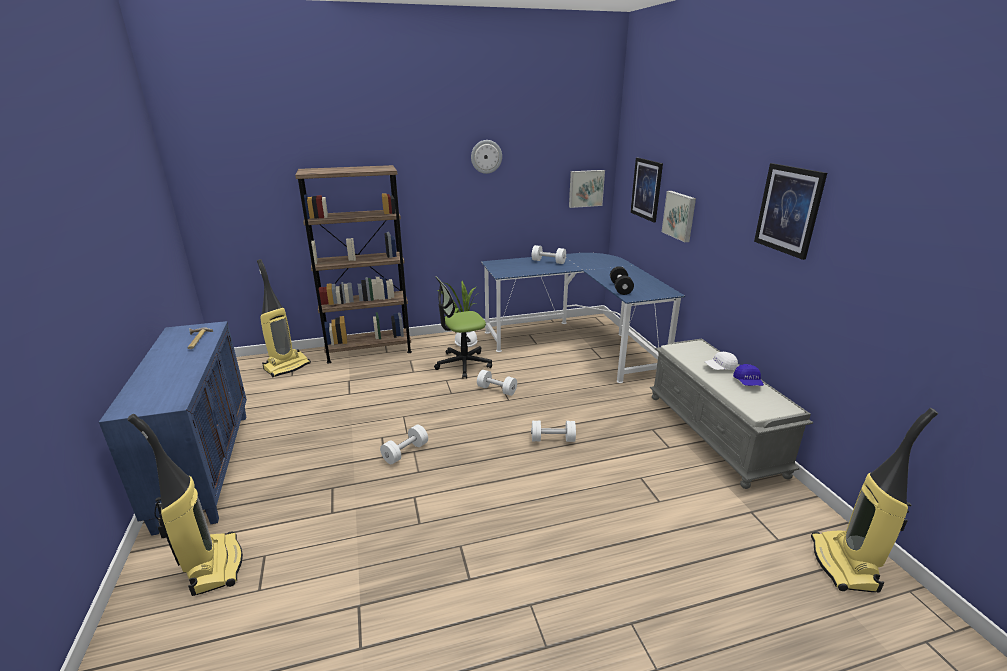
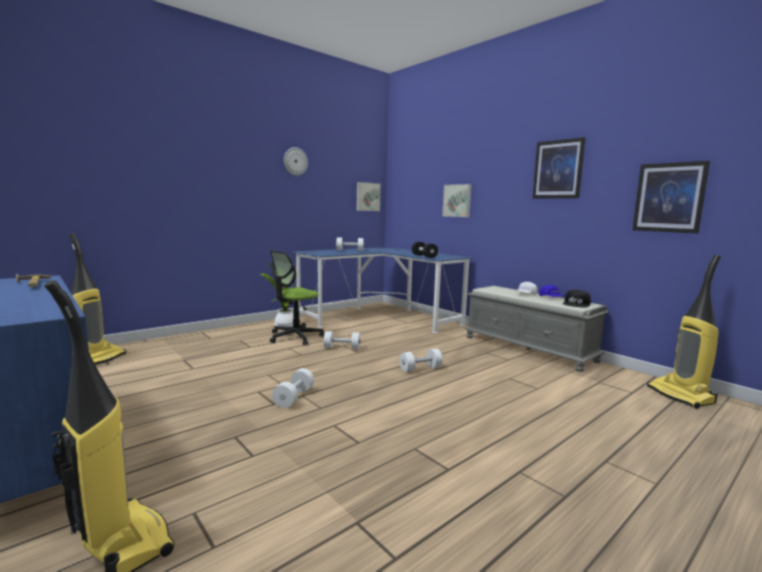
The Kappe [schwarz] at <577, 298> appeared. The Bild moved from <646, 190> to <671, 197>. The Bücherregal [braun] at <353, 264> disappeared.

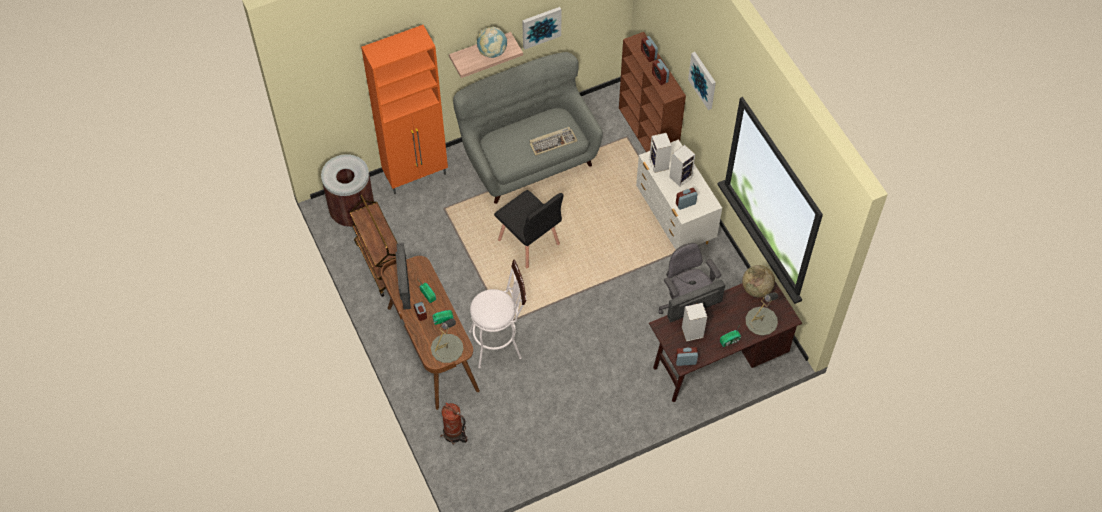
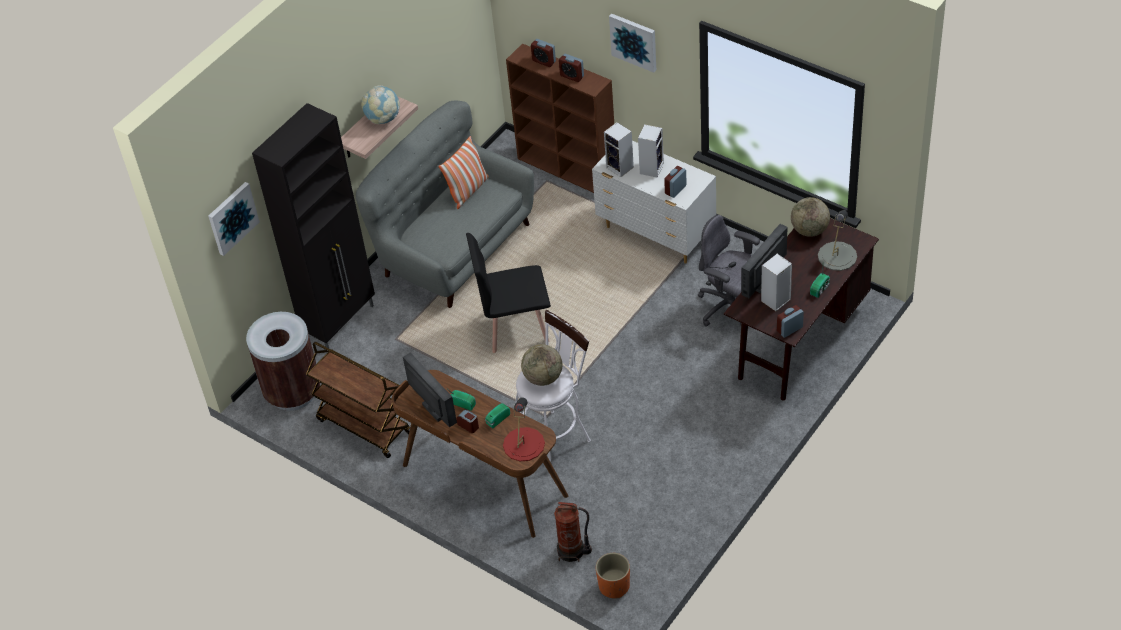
The Bild moved from <541, 28> to <234, 219>. The Schrank [orange] at <404, 109> became the Schrank [schwarz] at <313, 225>. The Kissen at <464, 172> appeared. The Stuhl [schwarz] at <529, 229> turned 150 degrees clockwise. The Tischlampe [grau] at <447, 340> became the Tischlampe [rot] at <524, 429>. The Globus at <541, 365> appeared. The Pflanzkübel [orange] at <613, 576> appeared. The Tastatur at <553, 141> disappeared.

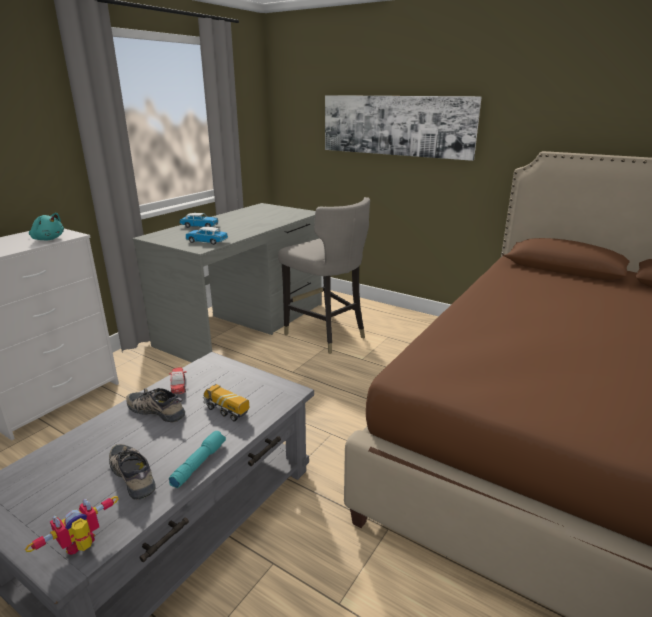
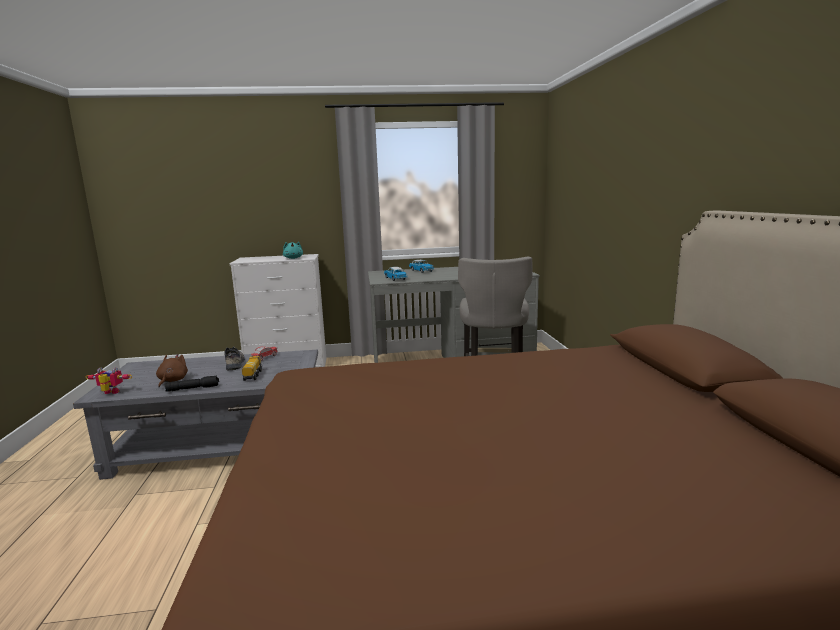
The Schuh at <132, 472> was replaced by the Plüschtier [braun] at <172, 371>. The Taschenlampe [türkis] at <197, 459> became the Taschenlampe [schwarz] at <191, 384>. The Bild at <403, 128> disappeared.

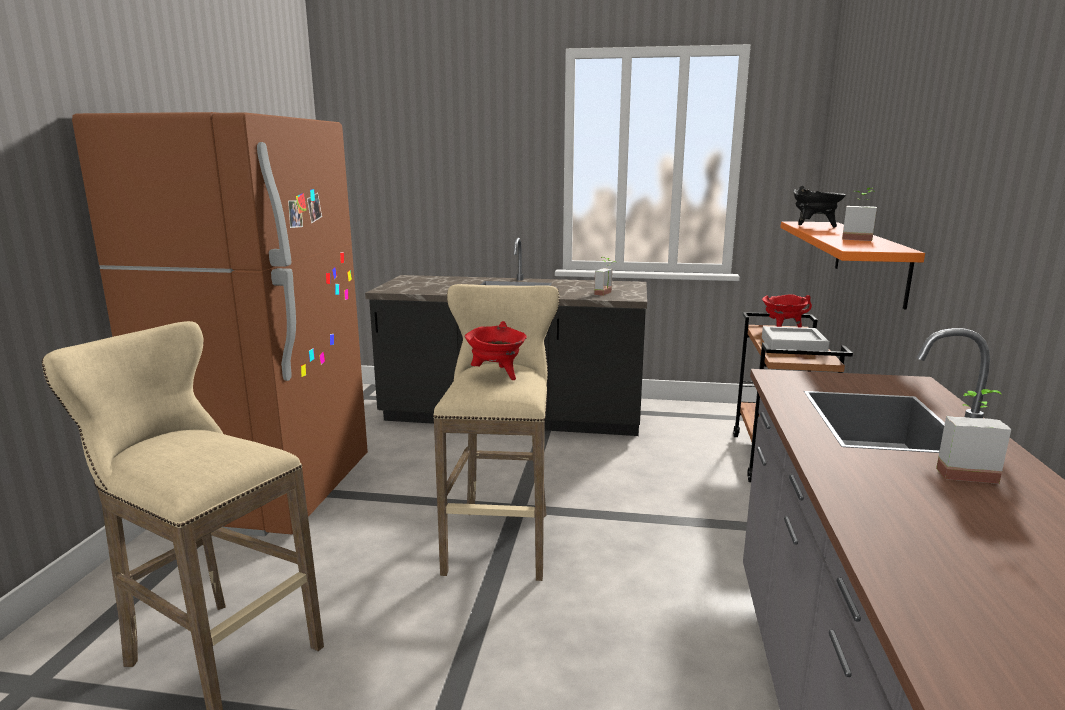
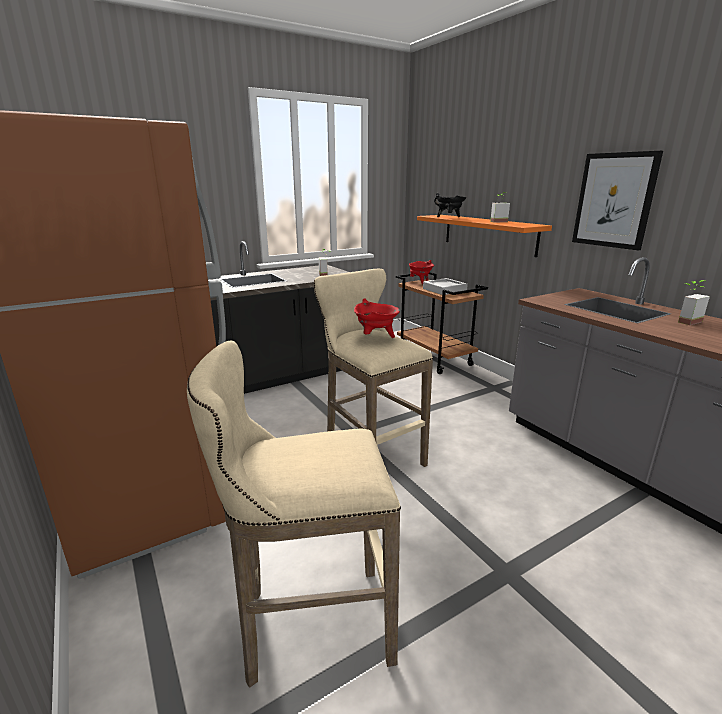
The Bild at <617, 200> appeared.

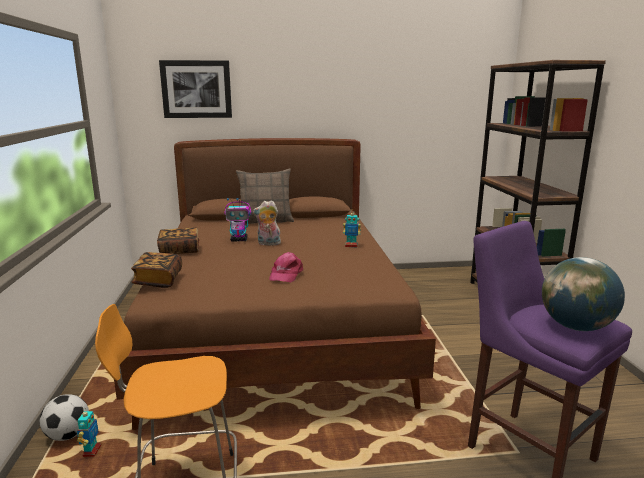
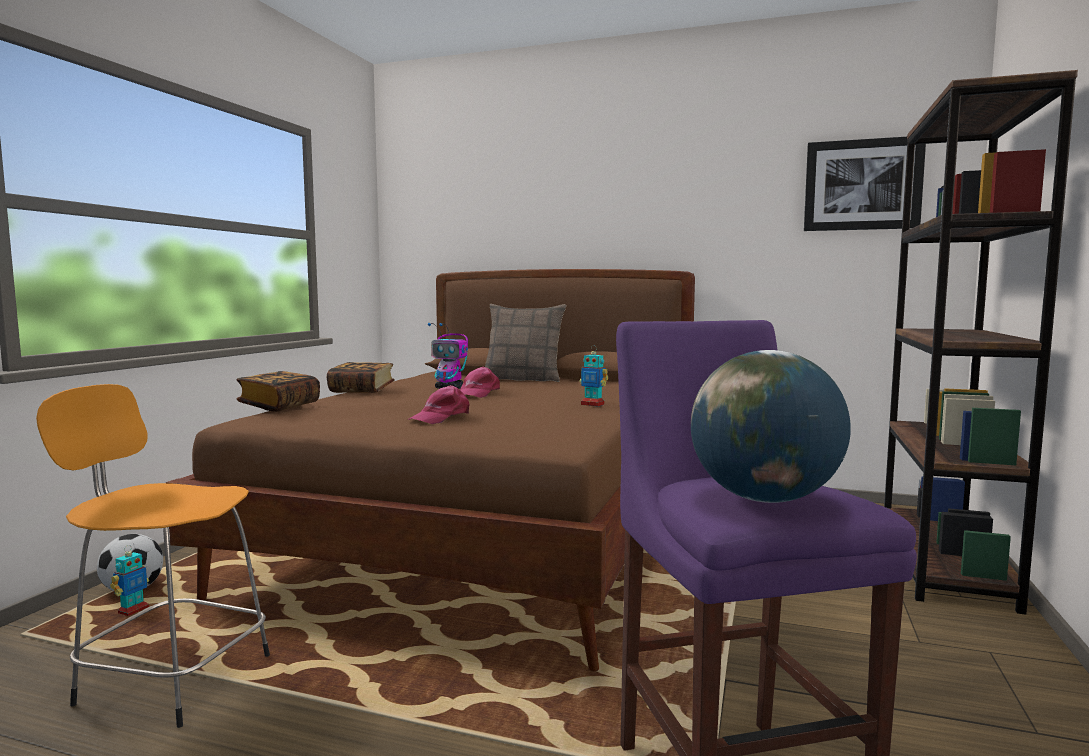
The Plüschtier at <267, 223> was replaced by the Kappe [rosa] at <480, 382>. The Bild moved from <195, 89> to <865, 184>.

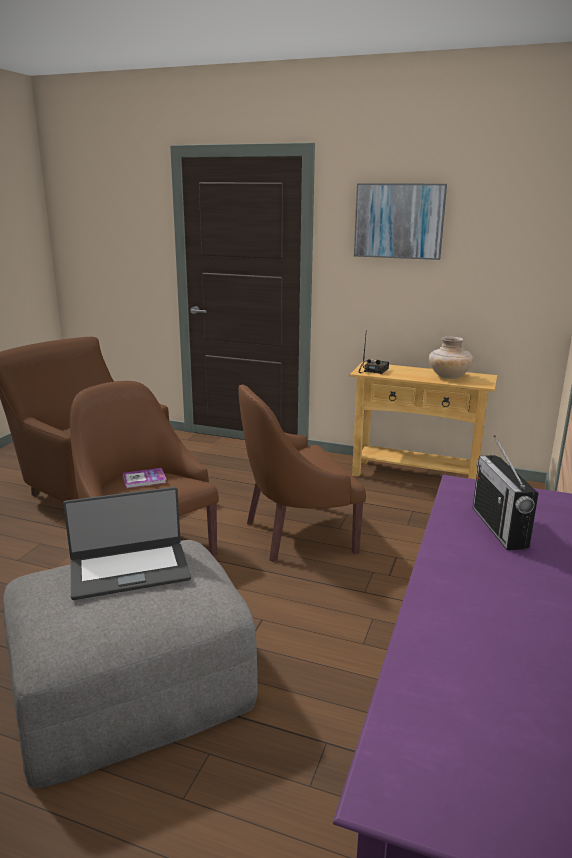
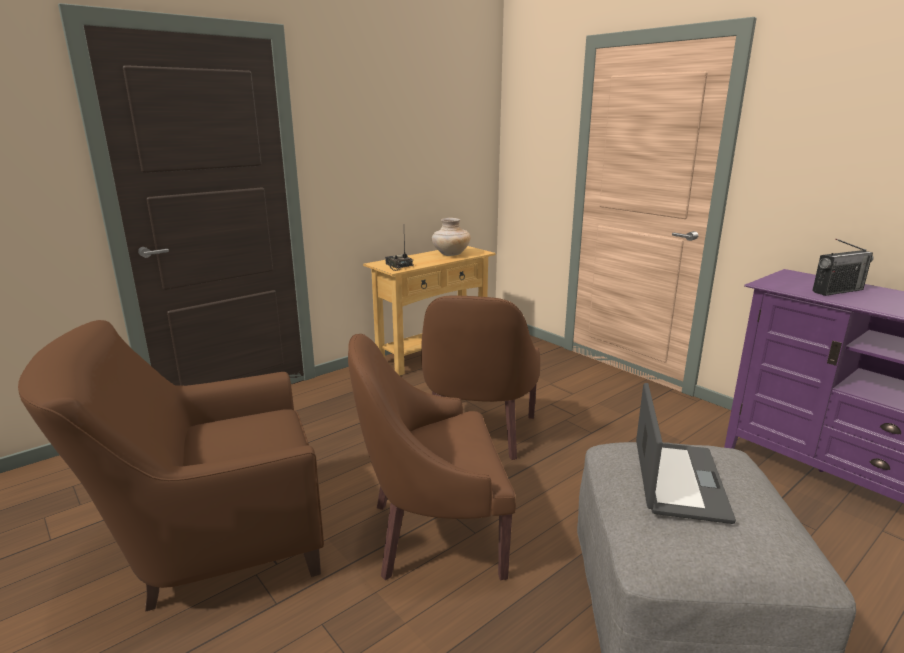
The Radio at <506, 492> turned 45 degrees counterclockwise. The Buch at <145, 478> disappeared. The Bild at <400, 221> disappeared.

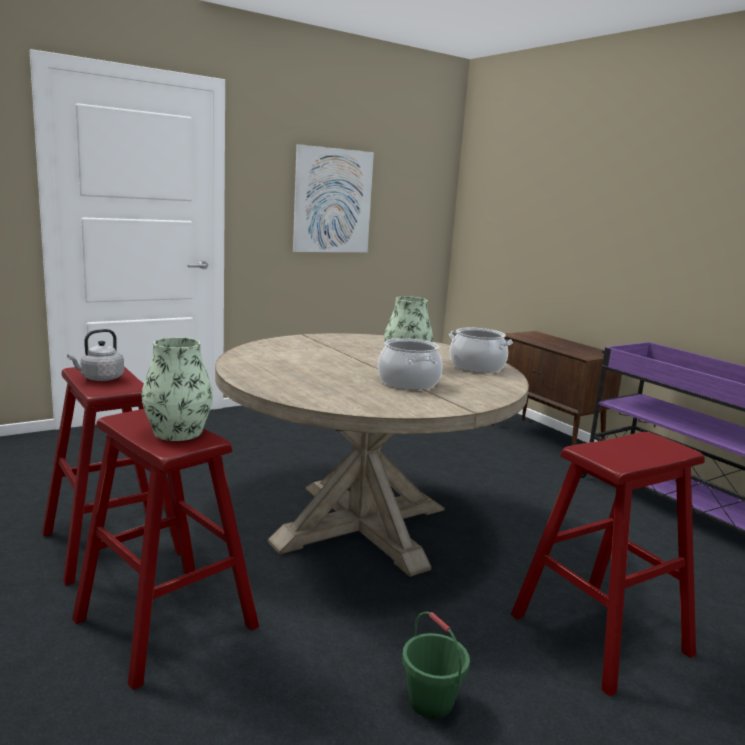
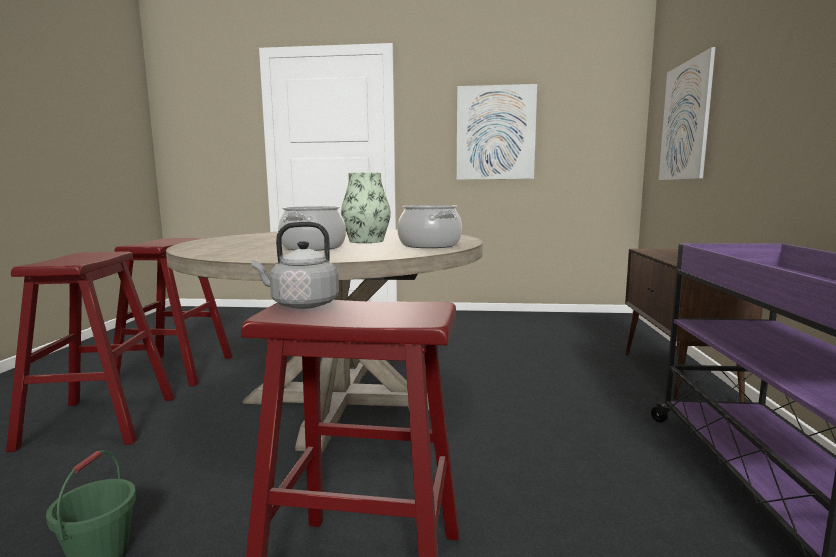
The Wasserkessel [grau] moved from <95, 355> to <295, 265>. The Bild at <687, 113> appeared. The Vase at <177, 389> disappeared.

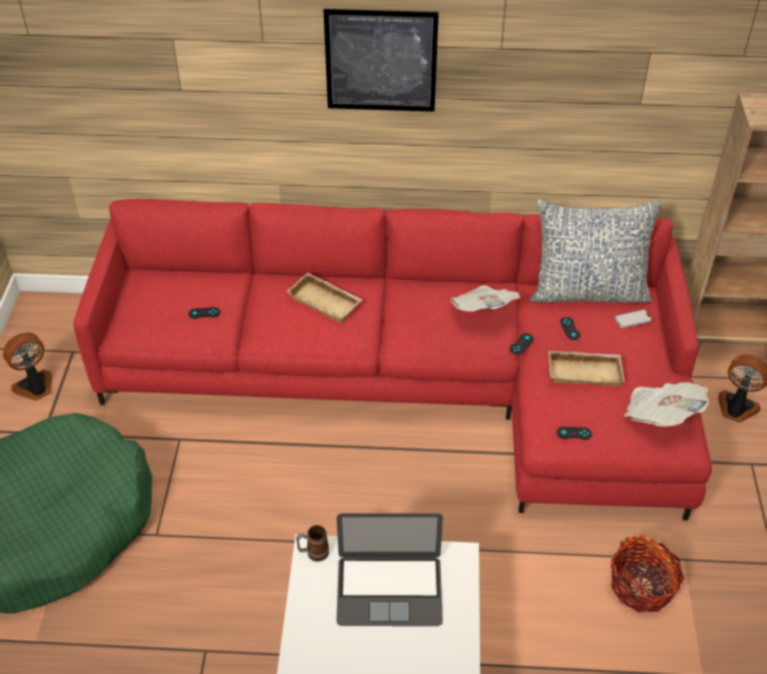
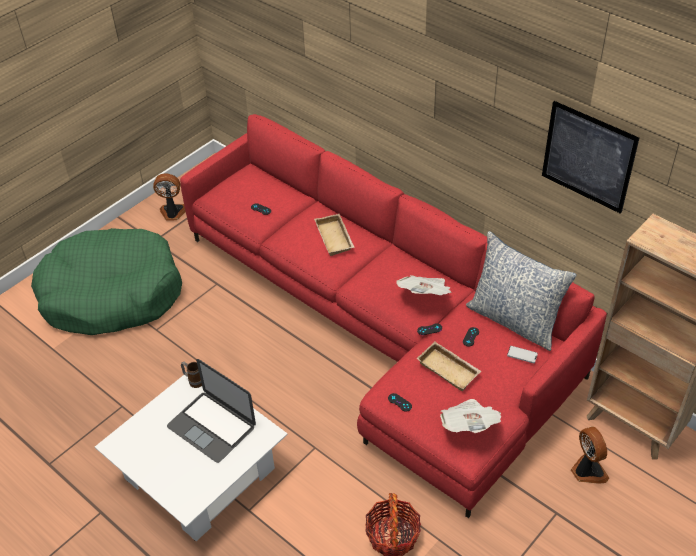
The Bild moved from <381, 60> to <590, 157>.

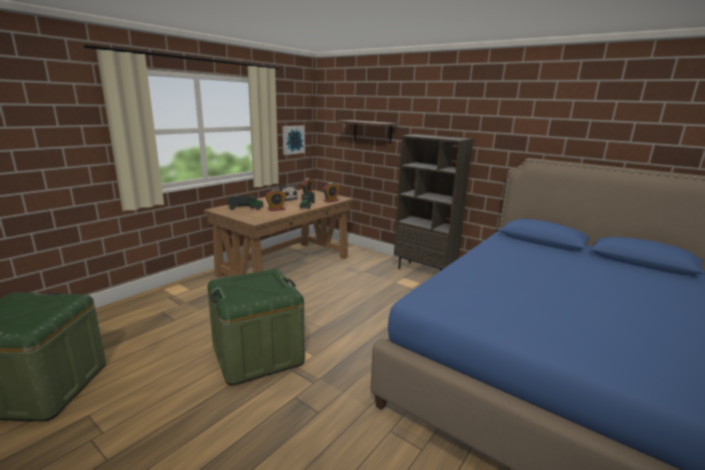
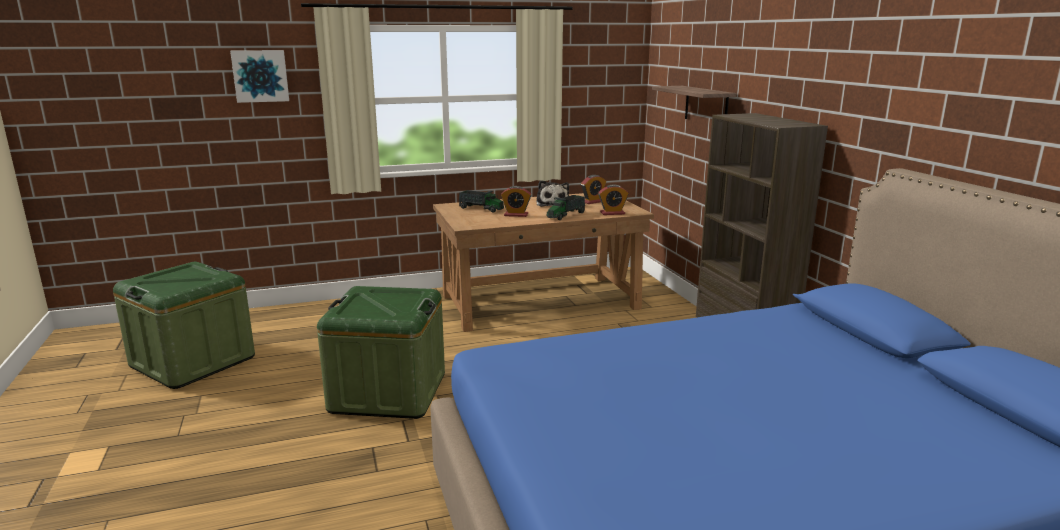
The Bild moved from <294, 140> to <259, 76>.

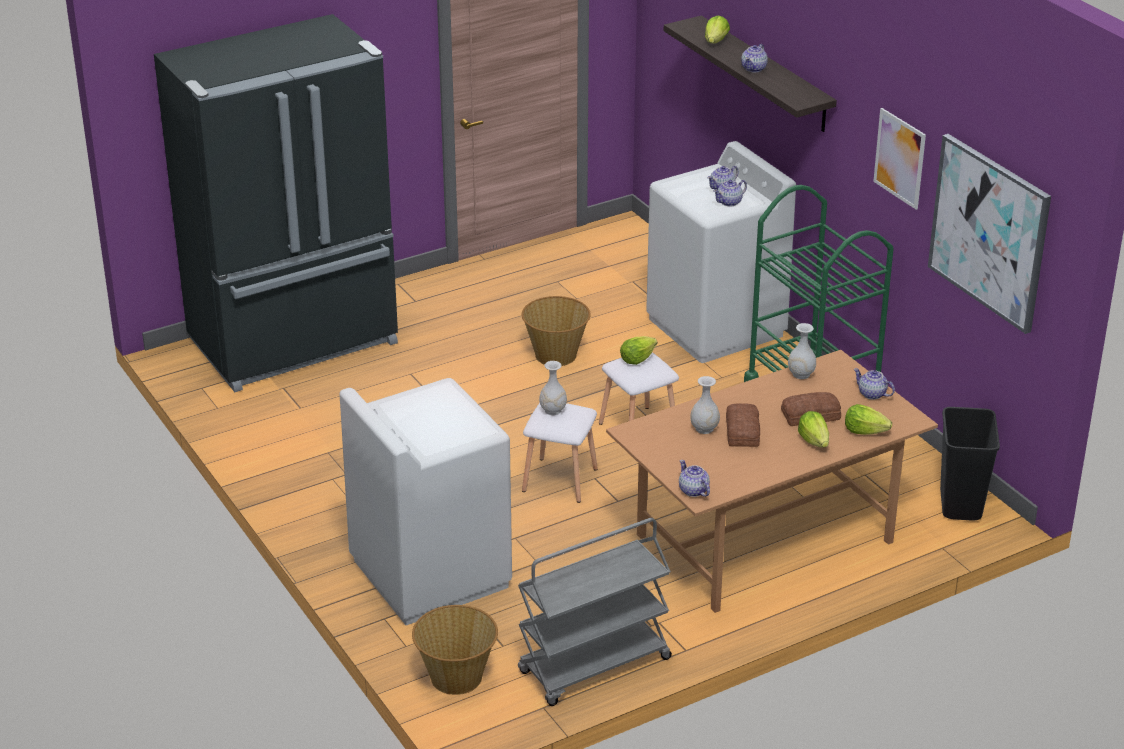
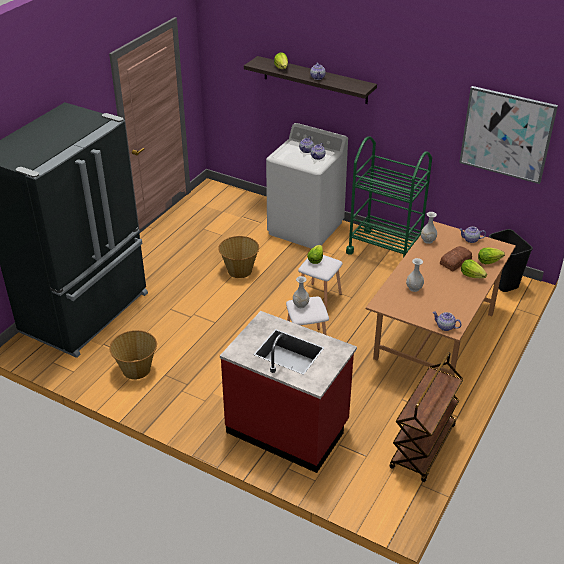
The Korb moved from <455, 650> to <133, 355>. The Waschmaschine [weiß] at <425, 501> was replaced by the Küchenzeile [rot] at <288, 392>. The Rollwagen [grau] at <595, 612> became the Rollwagen [braun] at <426, 417>. The Brot at <743, 425> disappeared. The Bild at <899, 159> disappeared.

